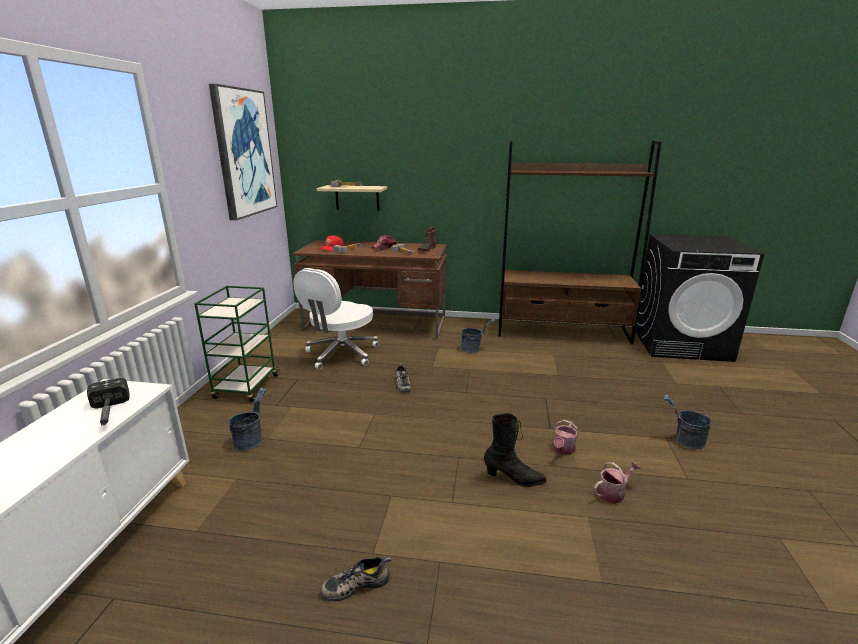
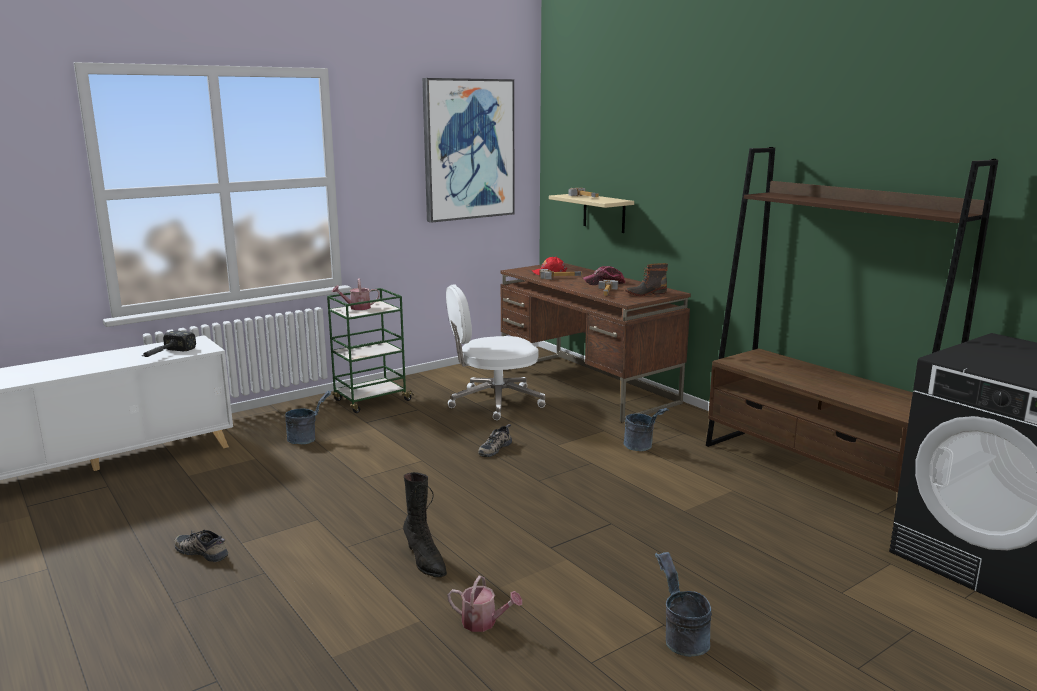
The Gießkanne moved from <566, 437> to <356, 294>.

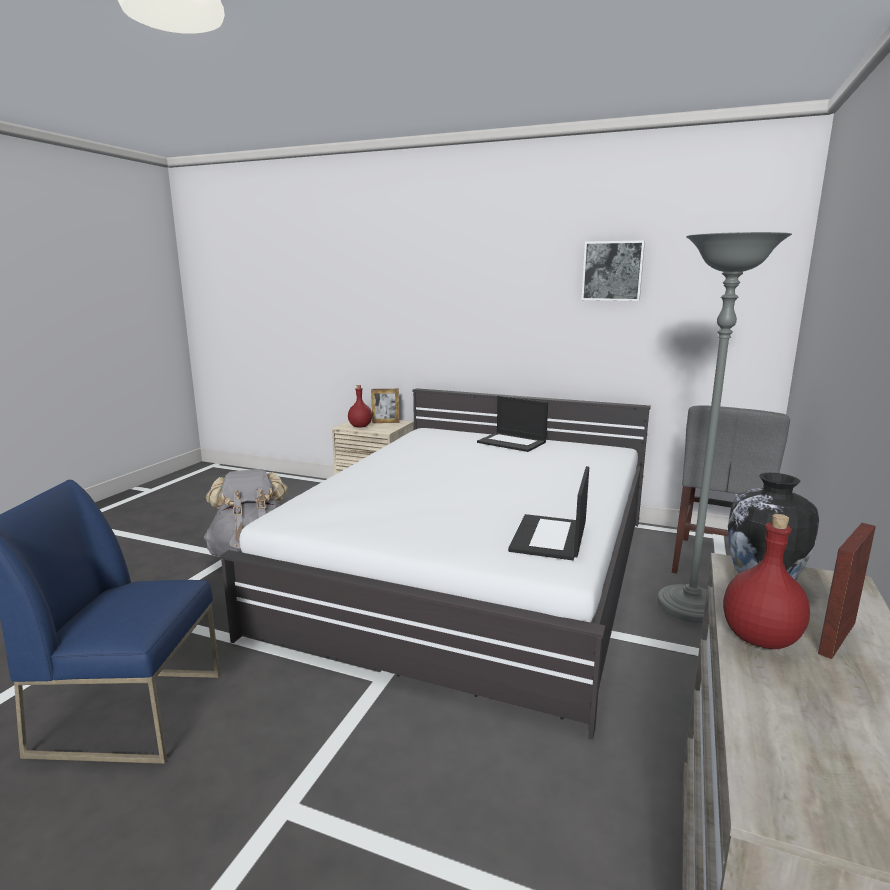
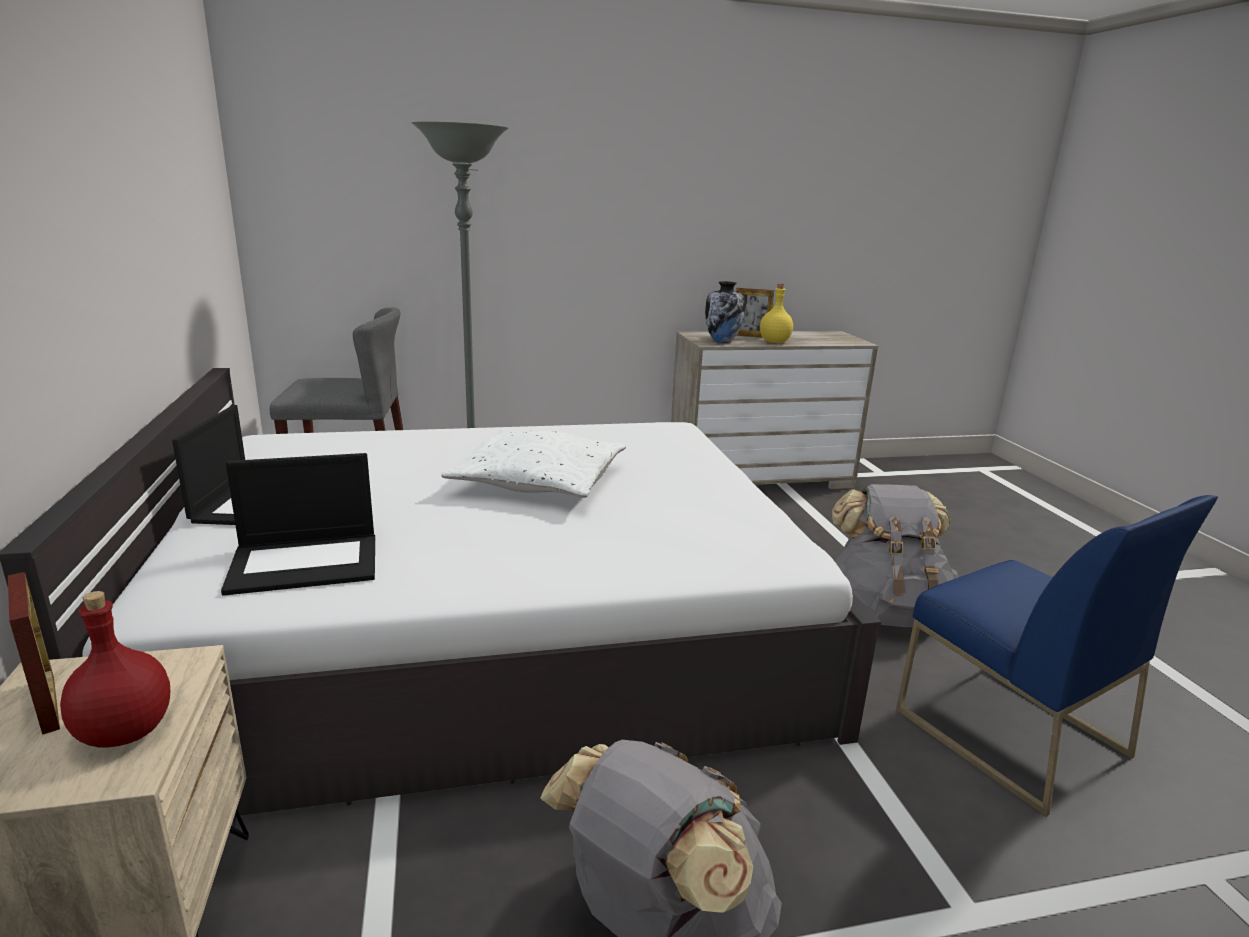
The Laptop moved from <548, 513> to <298, 524>. The Kissen [weiß] at <533, 463> appeared. The Flasche [rot] at <766, 581> became the Flasche [gelb] at <776, 313>. The Rucksack [grau] at <895, 555> appeared. The Bild at <613, 270> disappeared.

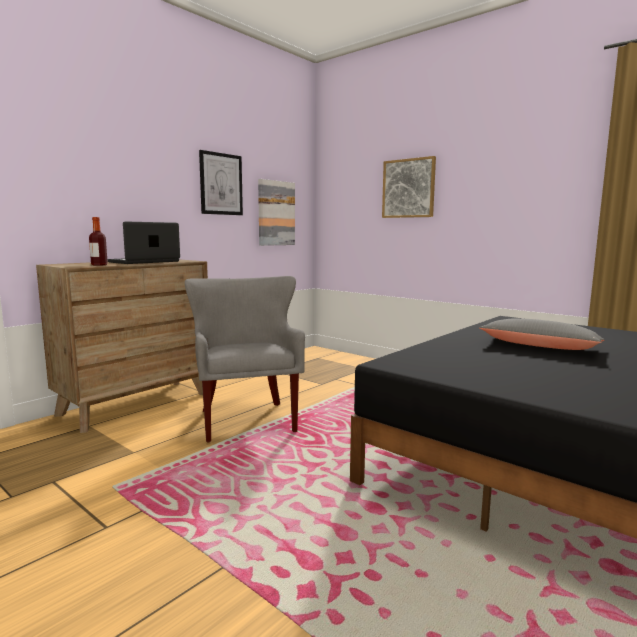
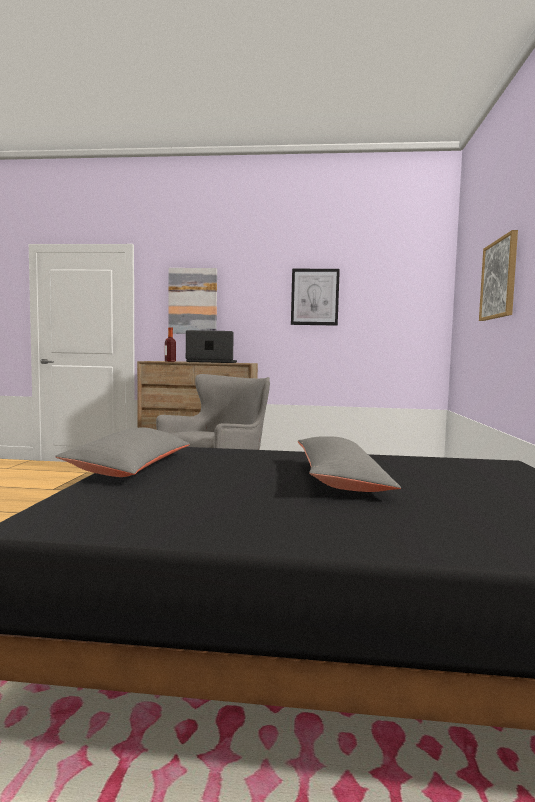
The Kissen [grau] at <122, 452> appeared. The Bild moved from <276, 212> to <192, 301>.

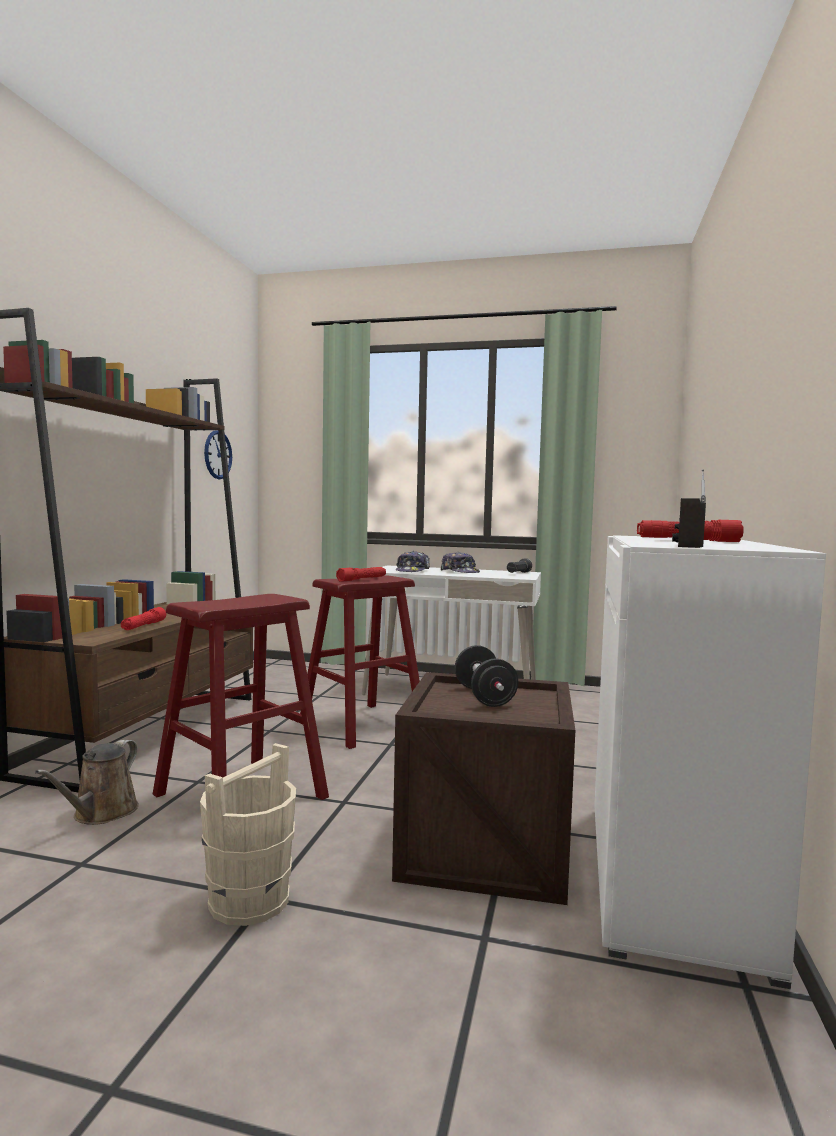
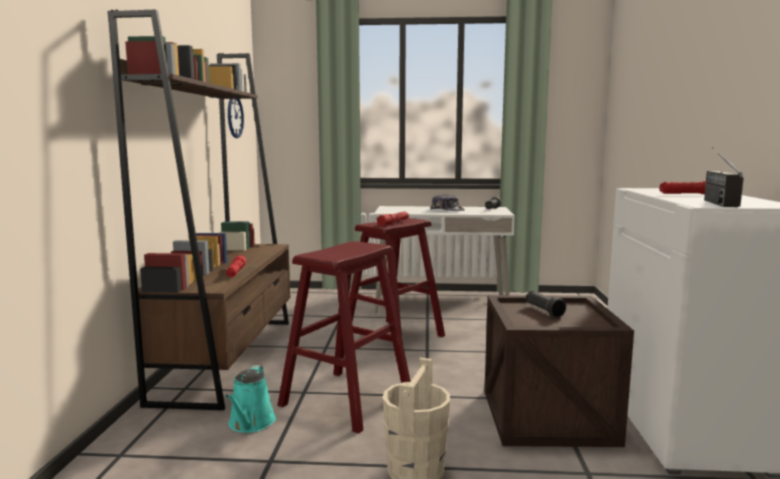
The Gießkanne [braun] at <87, 782> became the Gießkanne [türkis] at <250, 399>. The Hantel [schwarz] at <486, 676> was replaced by the Taschenlampe [schwarz] at <546, 304>. The Kappe at <413, 561> disappeared.

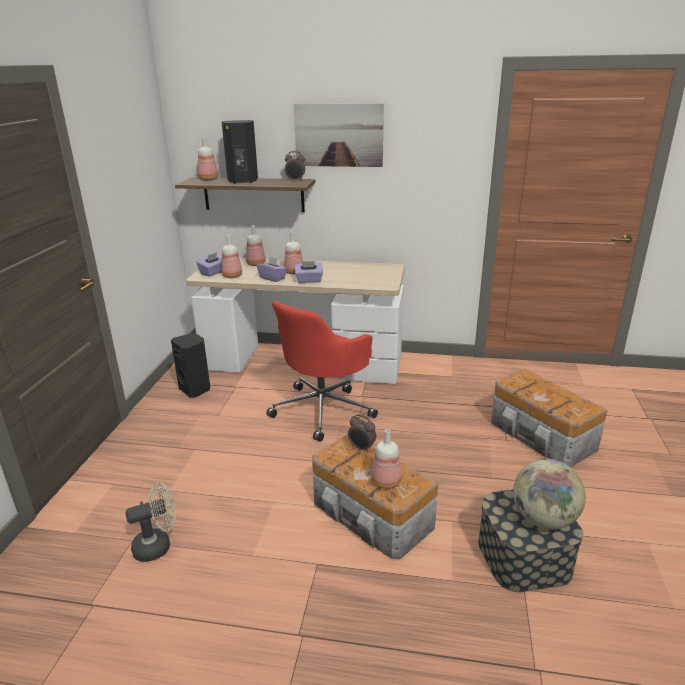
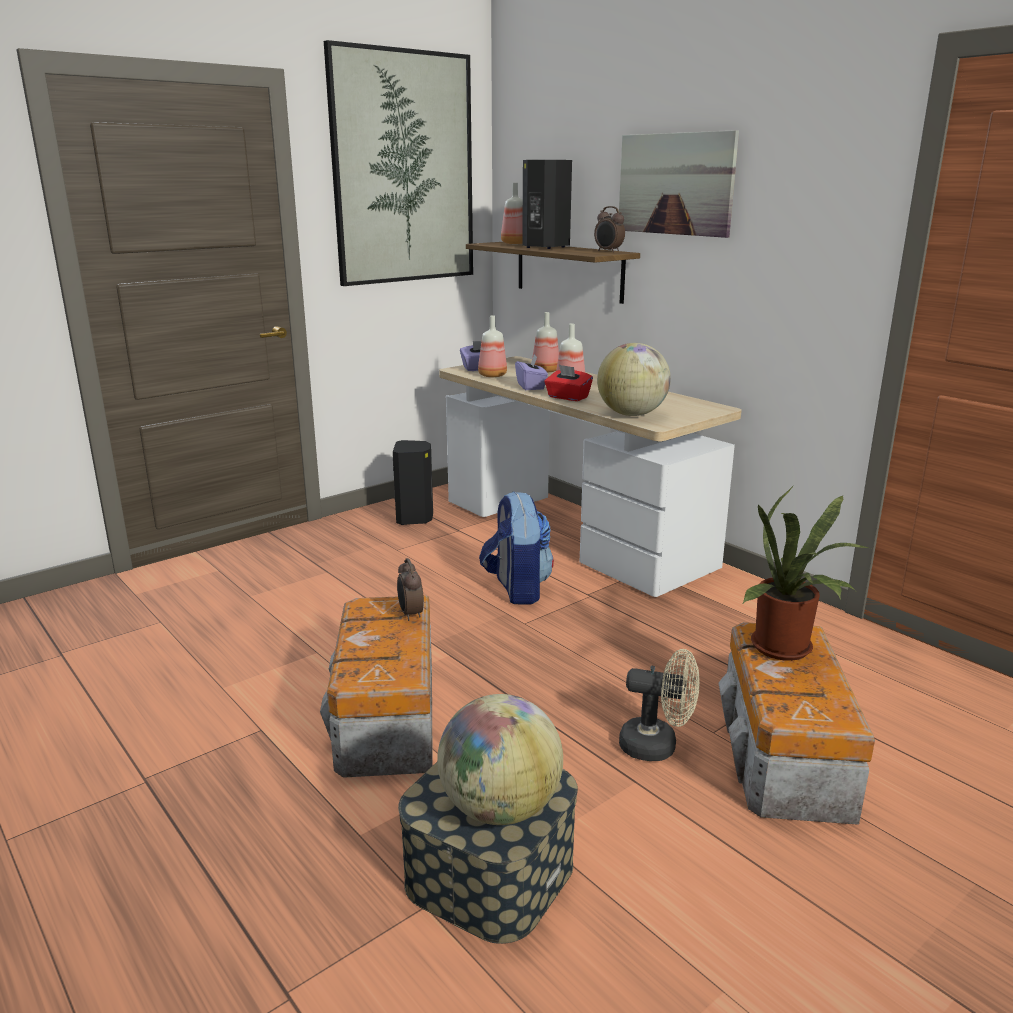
The Bild at <398, 163> appeared. The Bürostuhl [rot] at <322, 371> was replaced by the Rucksack at <516, 547>. The Taschentuchbox [lila] at <308, 272> became the Taschentuchbox [rot] at <568, 383>. The Globus at <634, 379> appeared. The Ventilator [beige] moved from <150, 522> to <659, 705>. The Topfpflanze at <805, 572> appeared. The Flasche at <386, 459> disappeared.

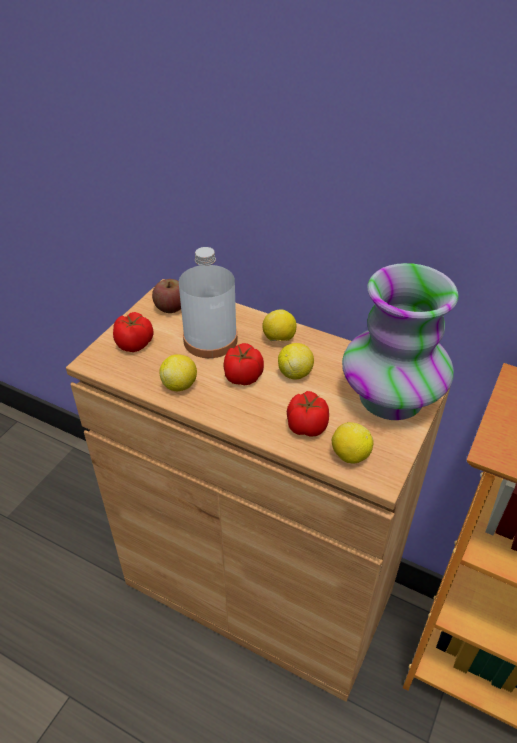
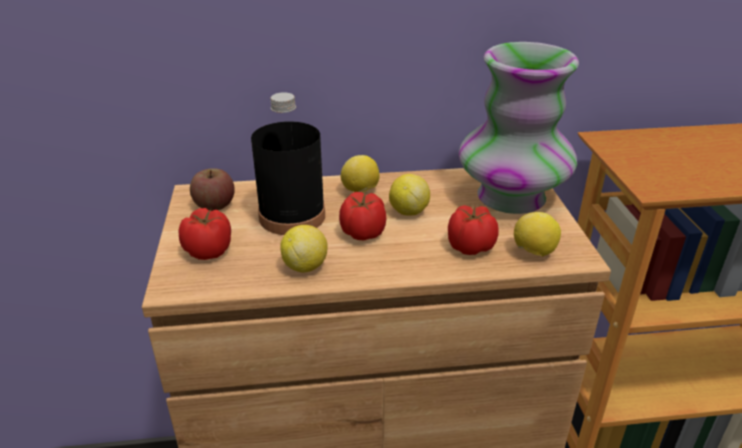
The Flasche [weiß] at <208, 302> became the Flasche [schwarz] at <288, 164>.

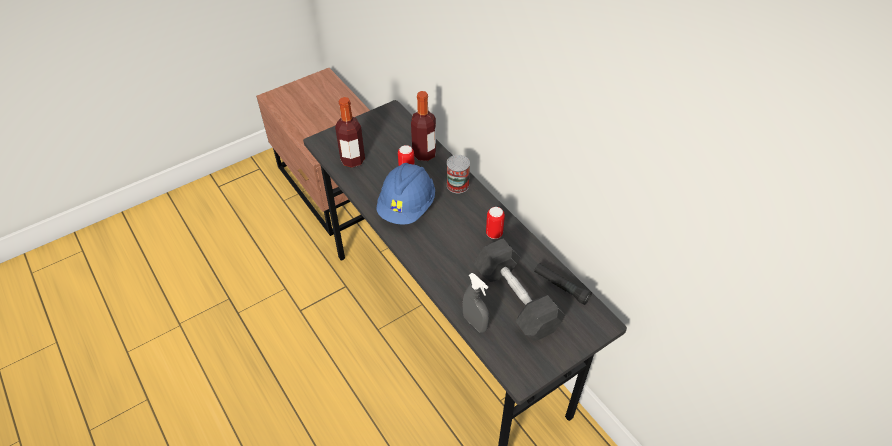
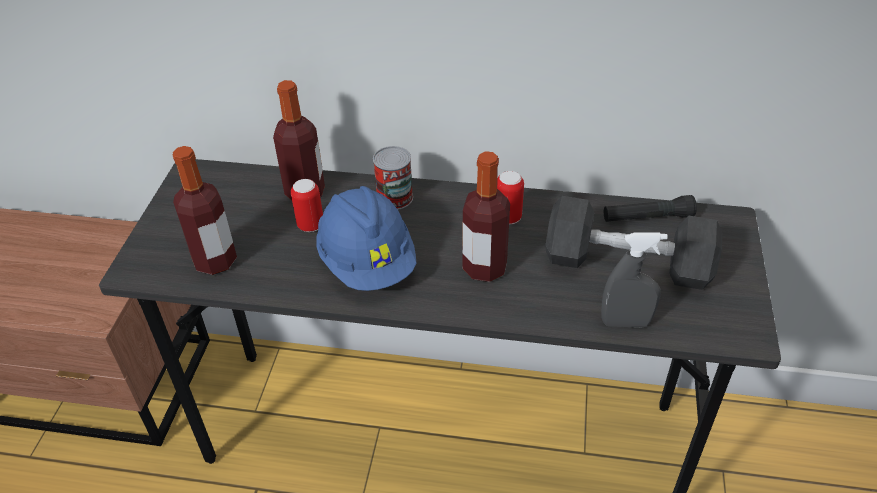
The Flasche at <486, 216> appeared.

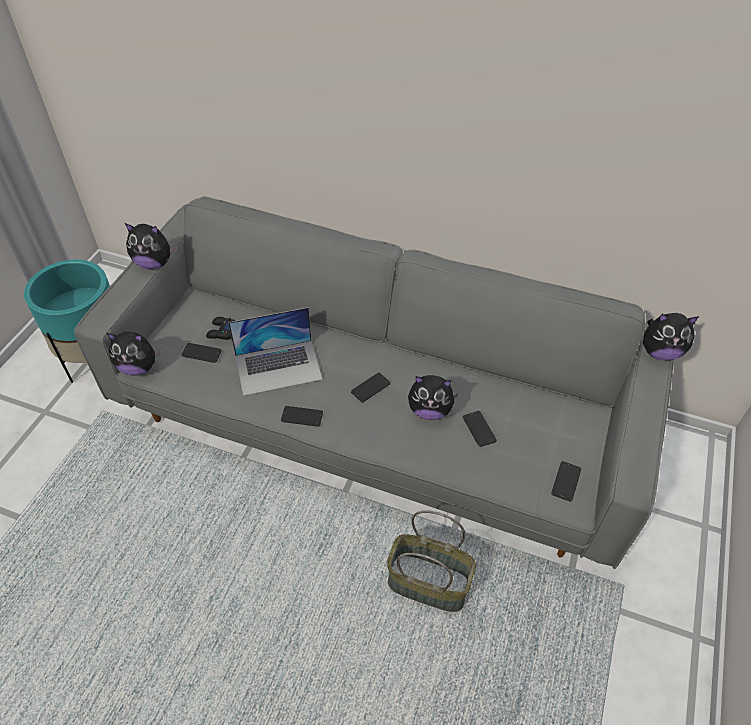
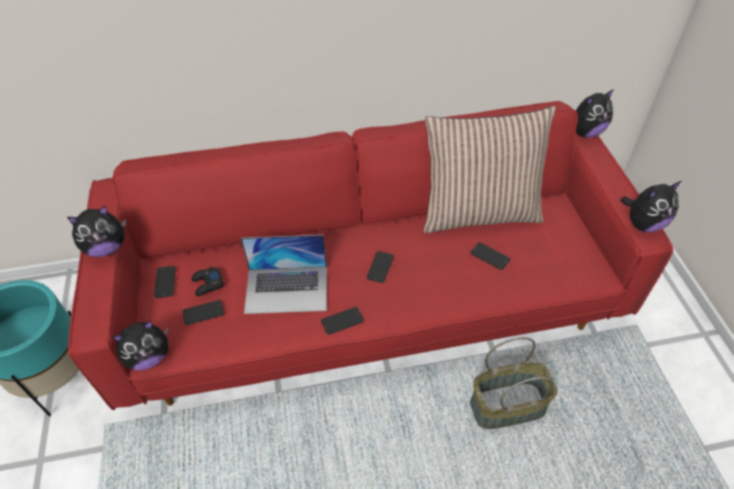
The Sofa [grau] at <374, 382> became the Sofa [rot] at <370, 255>. The Handy moved from <566, 481> to <165, 282>. The Laptop at <275, 351> turned 45 degrees clockwise. The Kissen at <490, 169> appeared. The Plüschtier moved from <433, 397> to <651, 206>.

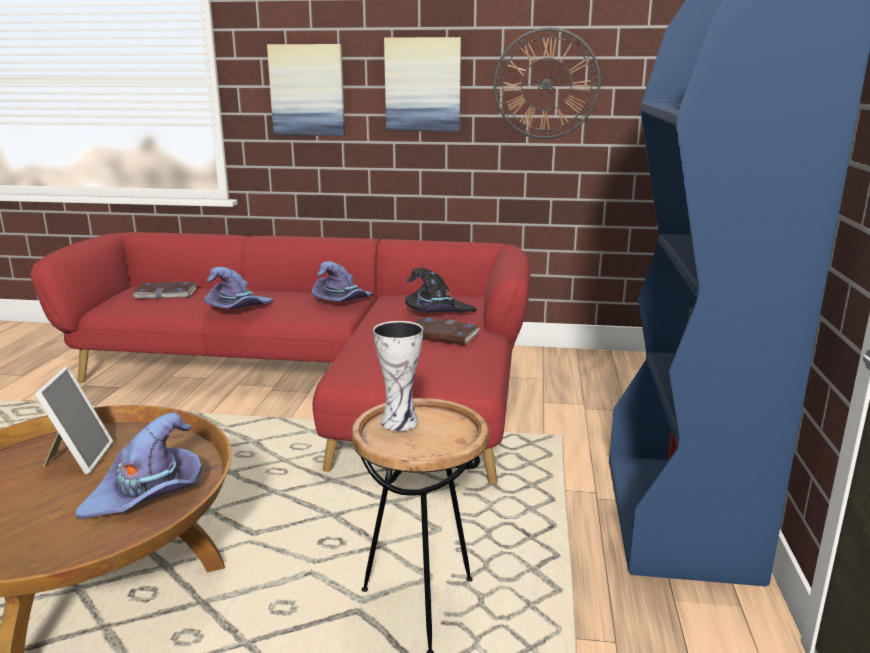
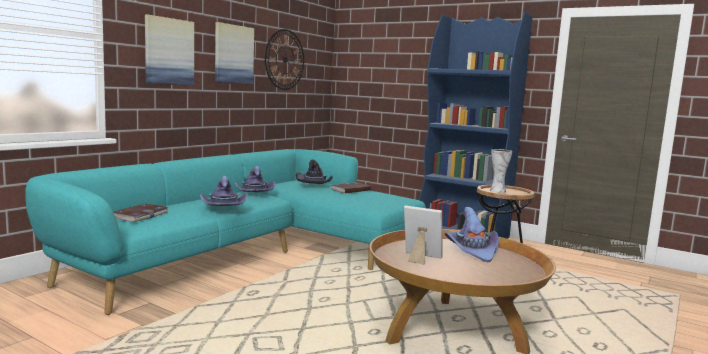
The Sofa [rot] at <280, 358> became the Sofa [türkis] at <225, 232>.

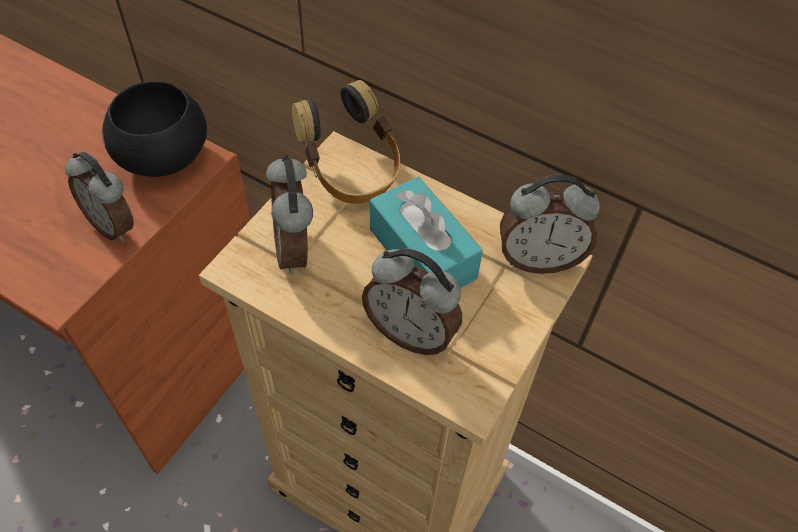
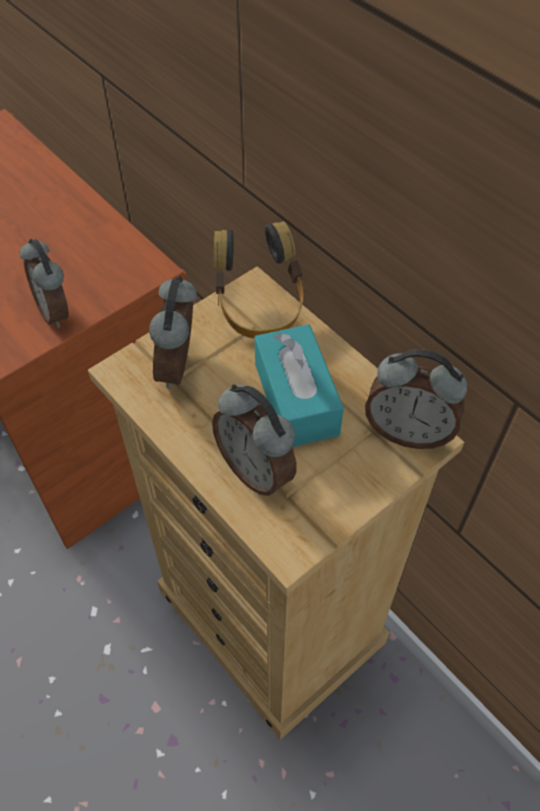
The Schüssel [schwarz] at <154, 129> disappeared.

